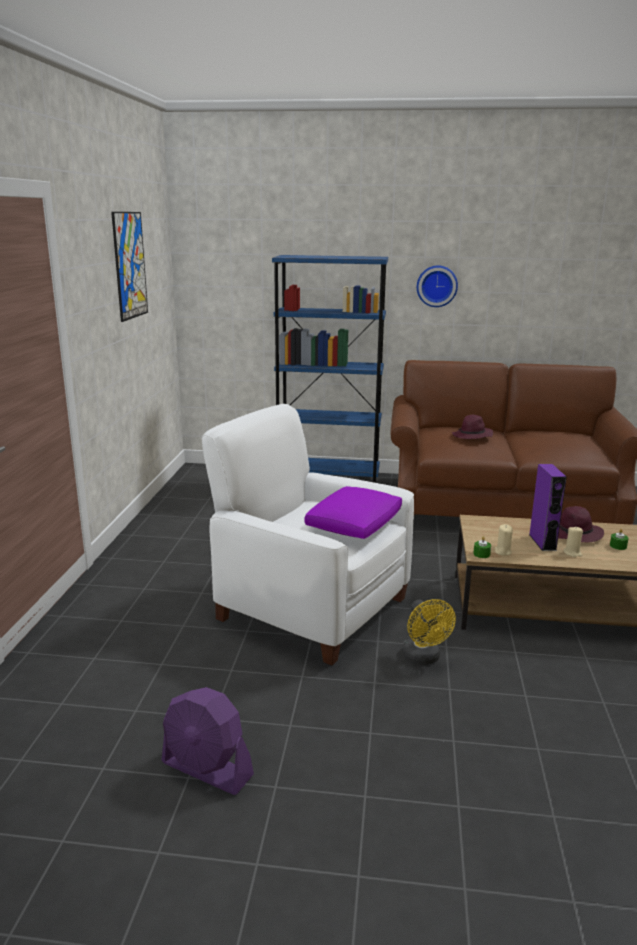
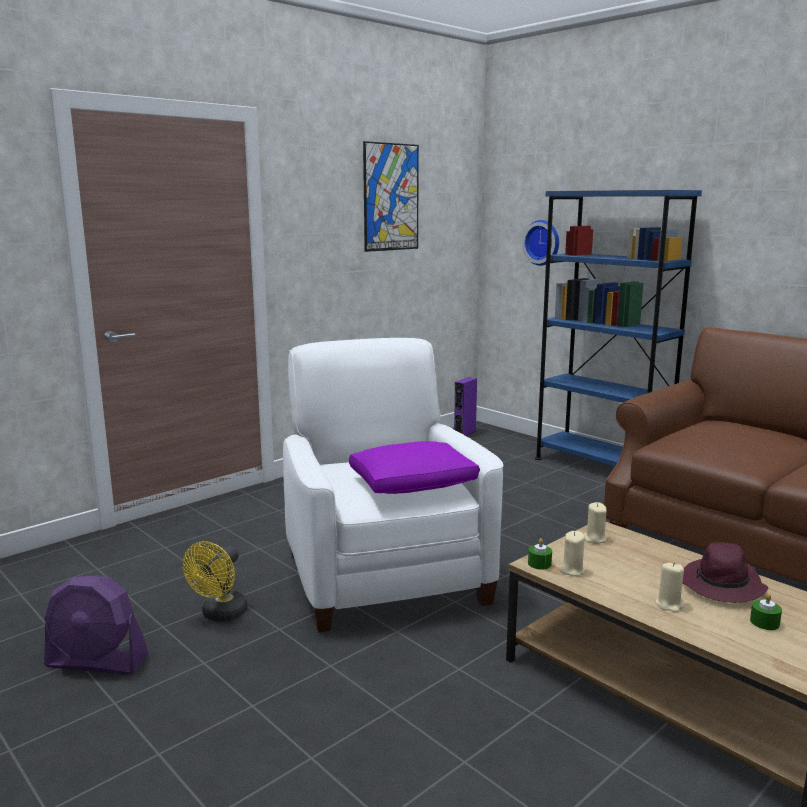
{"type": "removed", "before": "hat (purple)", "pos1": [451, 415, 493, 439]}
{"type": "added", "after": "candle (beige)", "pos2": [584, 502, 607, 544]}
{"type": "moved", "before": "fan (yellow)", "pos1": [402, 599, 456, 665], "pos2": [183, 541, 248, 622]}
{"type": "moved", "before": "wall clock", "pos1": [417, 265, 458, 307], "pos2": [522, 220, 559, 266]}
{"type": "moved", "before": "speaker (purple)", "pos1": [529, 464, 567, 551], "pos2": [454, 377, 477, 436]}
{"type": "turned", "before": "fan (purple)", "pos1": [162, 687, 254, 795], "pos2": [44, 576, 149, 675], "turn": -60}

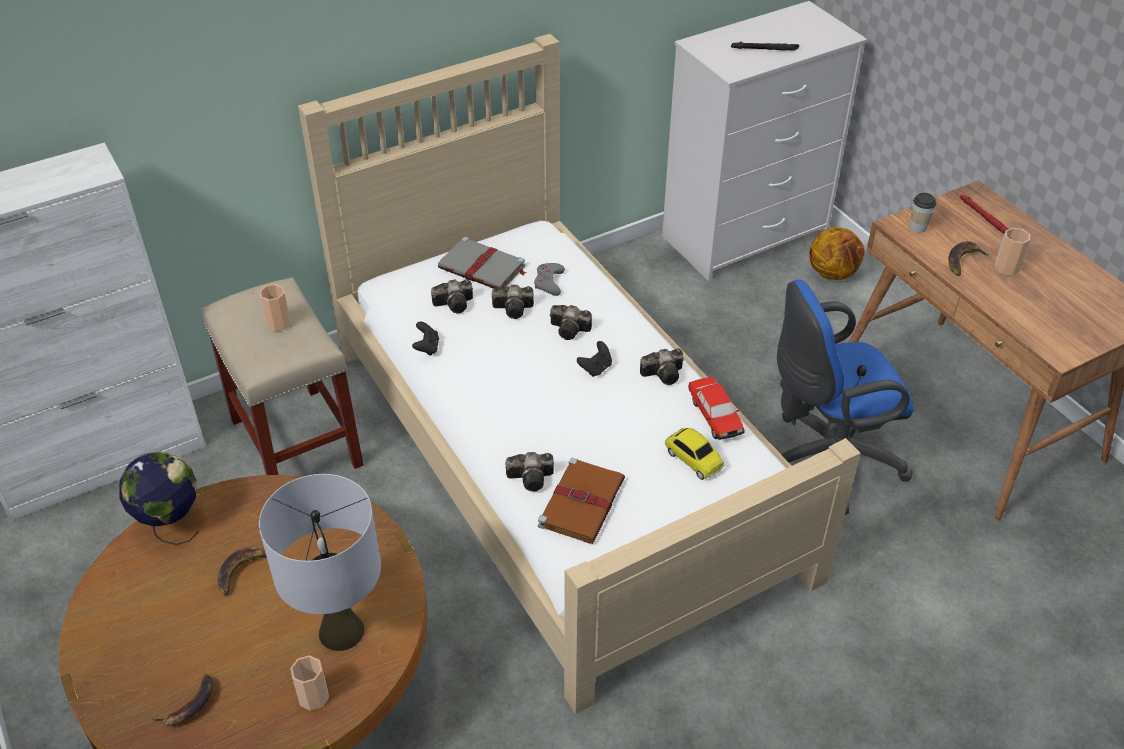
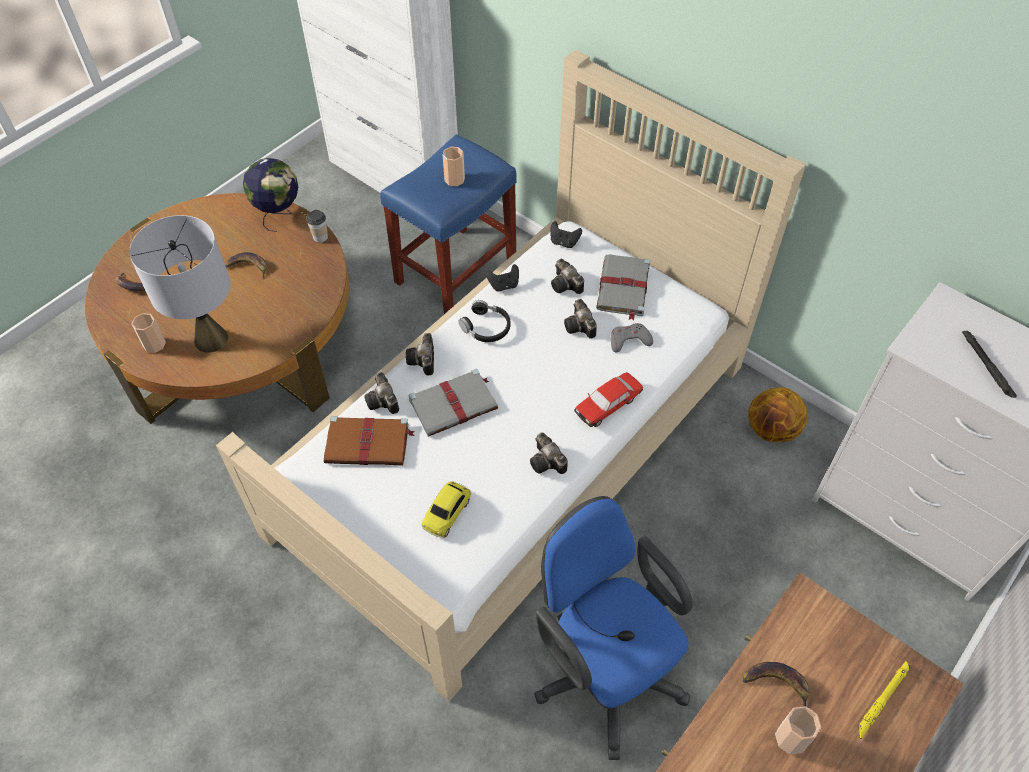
{"type": "added", "after": "book (grey)", "pos2": [409, 369, 498, 436]}
{"type": "added", "after": "headphones (black)", "pos2": [459, 300, 511, 342]}
{"type": "moved", "before": "photo camera", "pos1": [550, 305, 592, 340], "pos2": [406, 333, 434, 375]}
{"type": "moved", "before": "game controller (black)", "pos1": [577, 341, 612, 377], "pos2": [550, 221, 582, 248]}
{"type": "moved", "before": "toy car", "pos1": [688, 377, 745, 440], "pos2": [574, 372, 643, 427]}
{"type": "moved", "before": "basketball", "pos1": [810, 227, 865, 280], "pos2": [748, 387, 807, 442]}
{"type": "moved", "before": "cup", "pos1": [910, 193, 936, 233], "pos2": [306, 210, 328, 243]}
{"type": "recoloured", "before": "stool (beige)", "after": "stool (blue)", "pos1": [202, 277, 363, 475], "pos2": [380, 135, 517, 314]}
{"type": "recoloured", "before": "flashlight (red)", "after": "flashlight (yellow)", "pos1": [959, 195, 1009, 234], "pos2": [859, 661, 910, 739]}

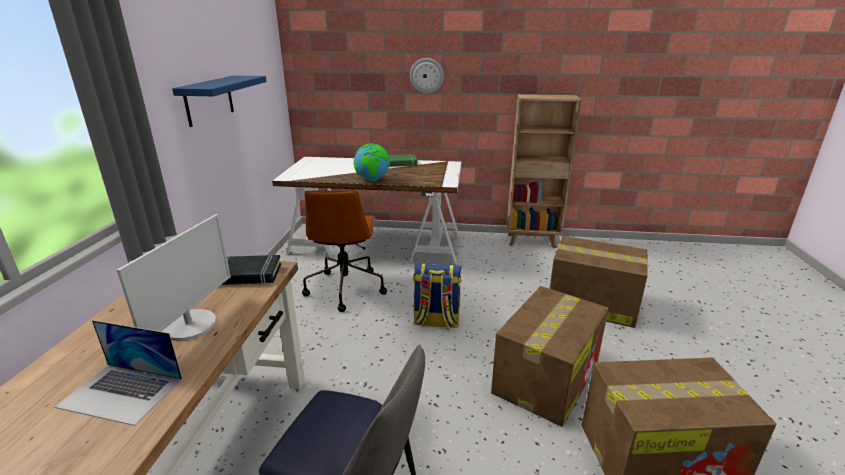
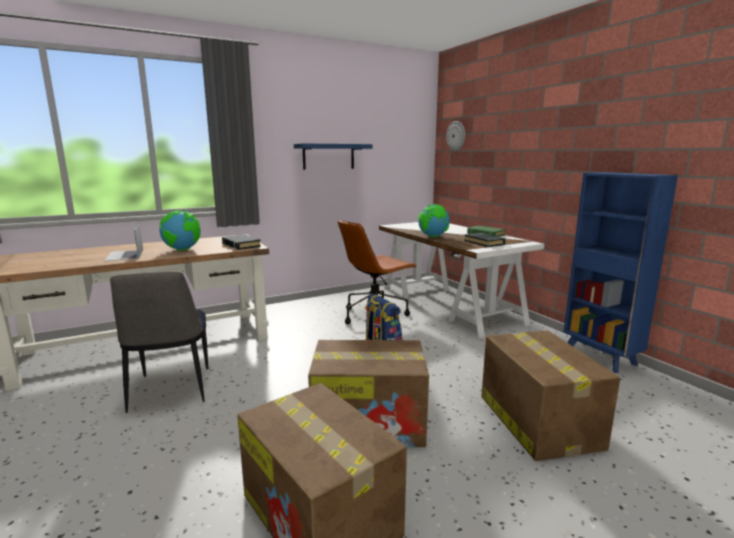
{"type": "added", "after": "book (black)", "pos2": [464, 233, 505, 247]}
{"type": "moved", "before": "wall clock", "pos1": [410, 58, 444, 94], "pos2": [446, 121, 465, 151]}
{"type": "replaced", "before": "monitor", "after": "globe", "pos1": [117, 214, 231, 341], "pos2": [160, 211, 201, 250]}
{"type": "recoloured", "before": "bookcase (brown)", "after": "bookcase (blue)", "pos1": [507, 94, 581, 248], "pos2": [563, 172, 678, 373]}

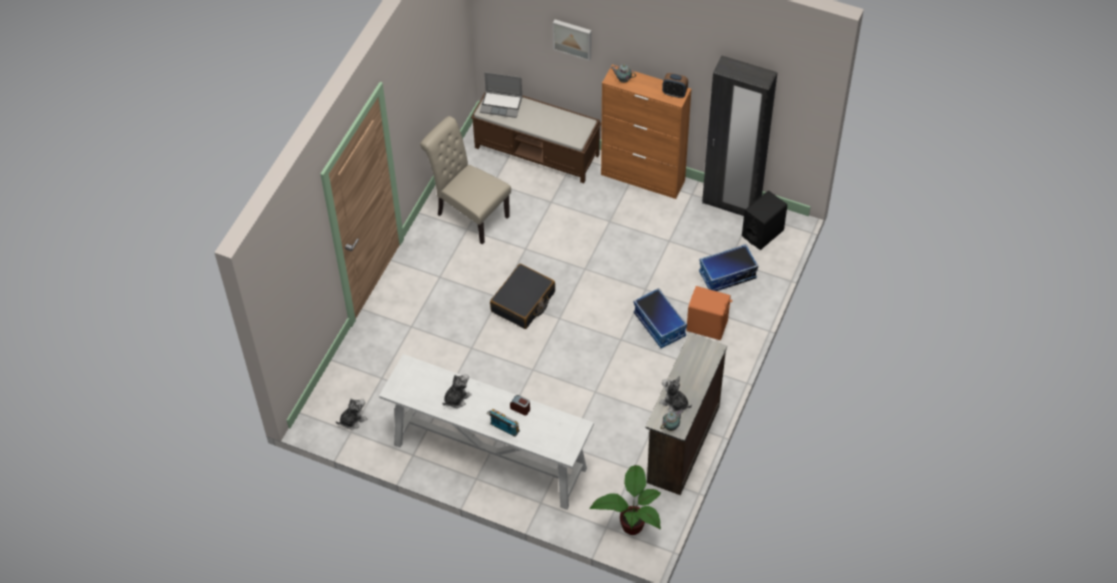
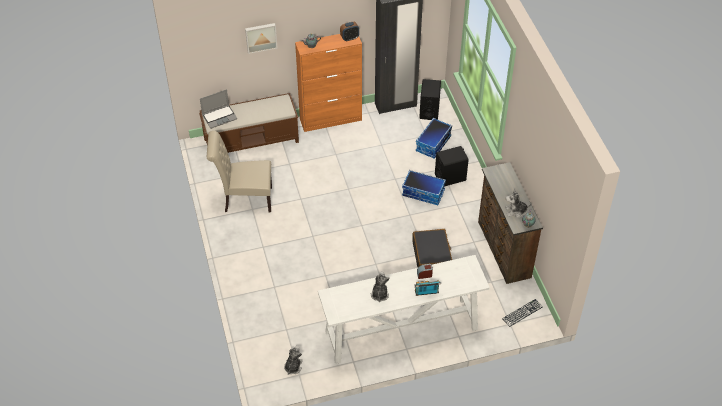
{"type": "moved", "before": "suitcase (black)", "pos1": [490, 264, 555, 329], "pos2": [412, 229, 452, 268]}
{"type": "replaced", "before": "potted plant", "after": "keyboard", "pos1": [589, 465, 661, 535], "pos2": [502, 299, 543, 327]}
{"type": "recoloured", "before": "speaker (orange)", "after": "speaker (black)", "pos1": [686, 286, 732, 340], "pos2": [435, 146, 469, 187]}

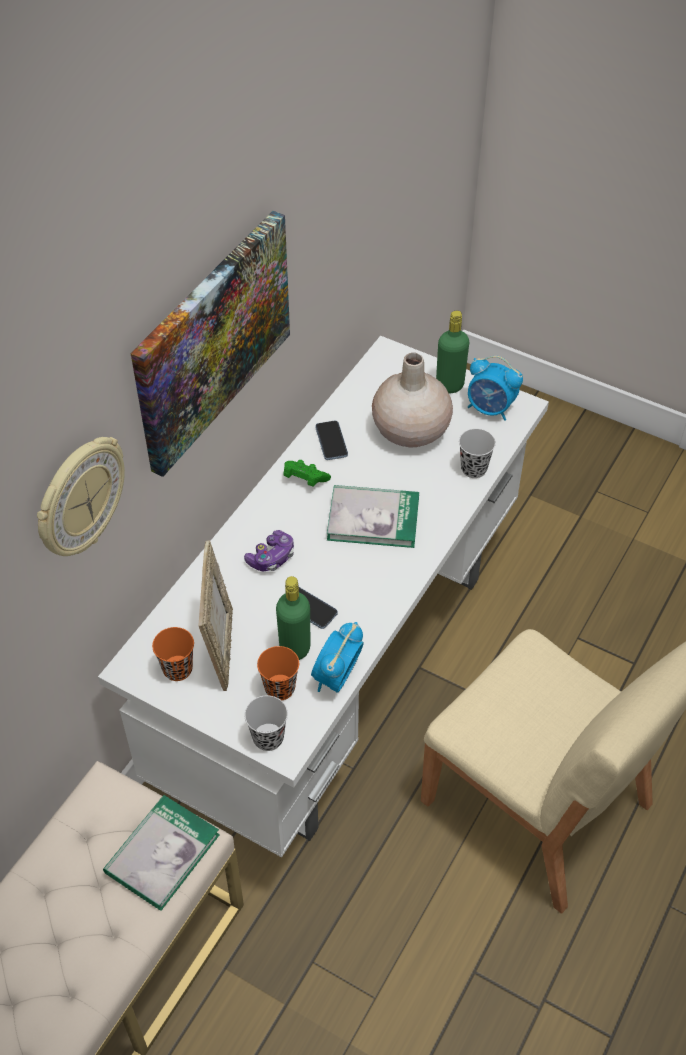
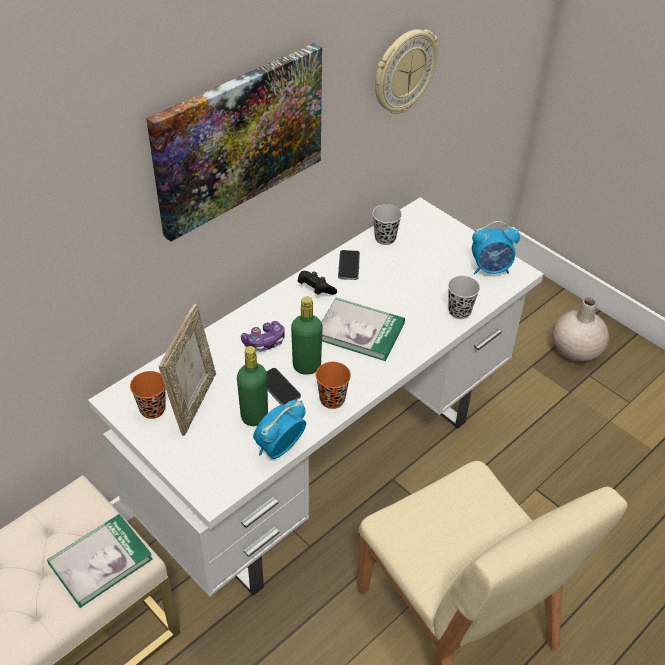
{"type": "moved", "before": "wall clock", "pos1": [37, 437, 125, 556], "pos2": [375, 29, 438, 114]}
{"type": "moved", "before": "cup (black)", "pos1": [244, 695, 288, 751], "pos2": [373, 204, 402, 245]}
{"type": "moved", "before": "cup (orange)", "pos1": [257, 646, 299, 701], "pos2": [316, 362, 351, 409]}
{"type": "moved", "before": "vase (beige)", "pos1": [372, 353, 453, 447], "pos2": [552, 297, 609, 362]}
{"type": "moved", "before": "bottle (green)", "pos1": [436, 311, 469, 393], "pos2": [291, 297, 323, 375]}
{"type": "recoloured", "before": "game controller (green)", "after": "game controller (black)", "pos1": [283, 460, 331, 487], "pos2": [298, 271, 337, 295]}
{"type": "turned", "before": "alarm clock", "pos1": [468, 356, 523, 421], "pos2": [472, 221, 520, 274], "turn": -45}

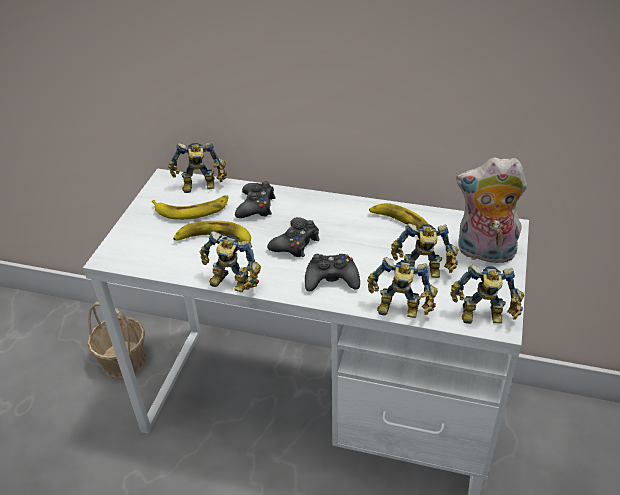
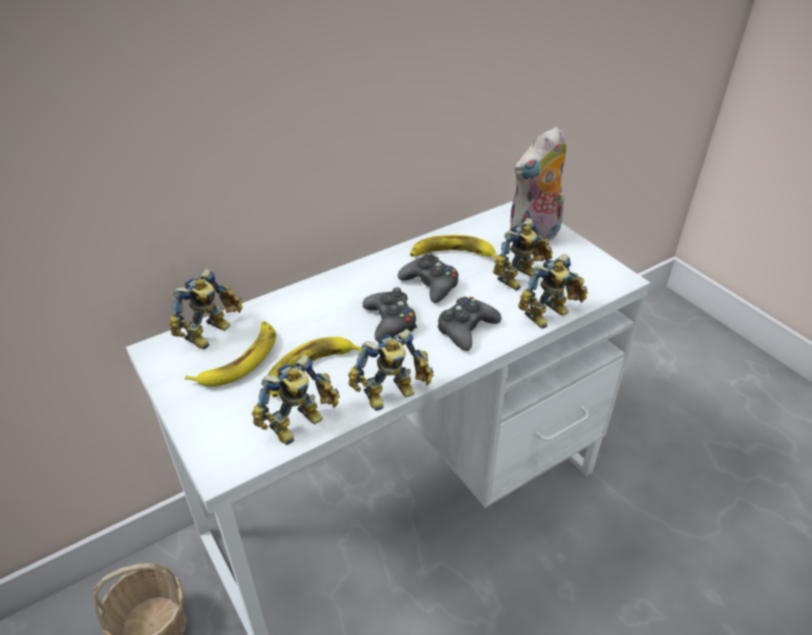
{"type": "moved", "before": "game controller (black)", "pos1": [235, 181, 276, 218], "pos2": [398, 252, 458, 303]}
{"type": "moved", "before": "toy robot", "pos1": [450, 265, 524, 324], "pos2": [252, 355, 340, 445]}

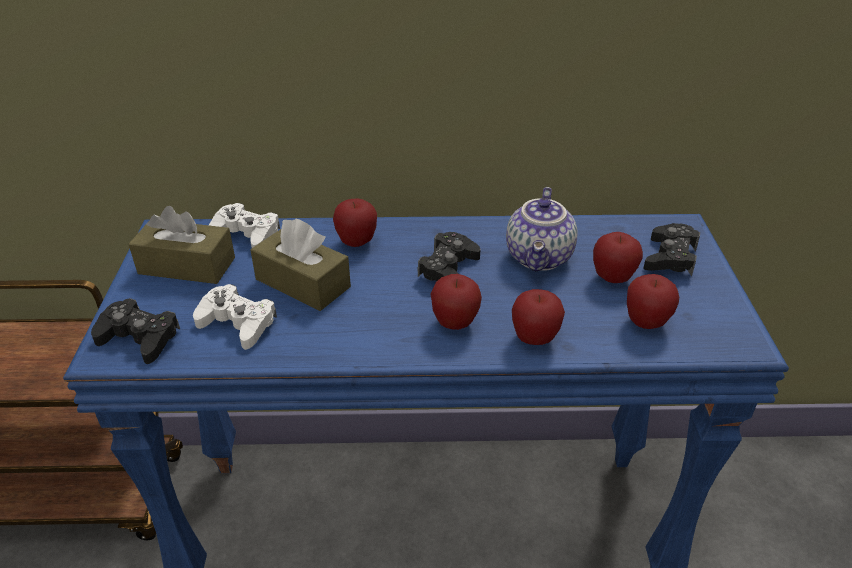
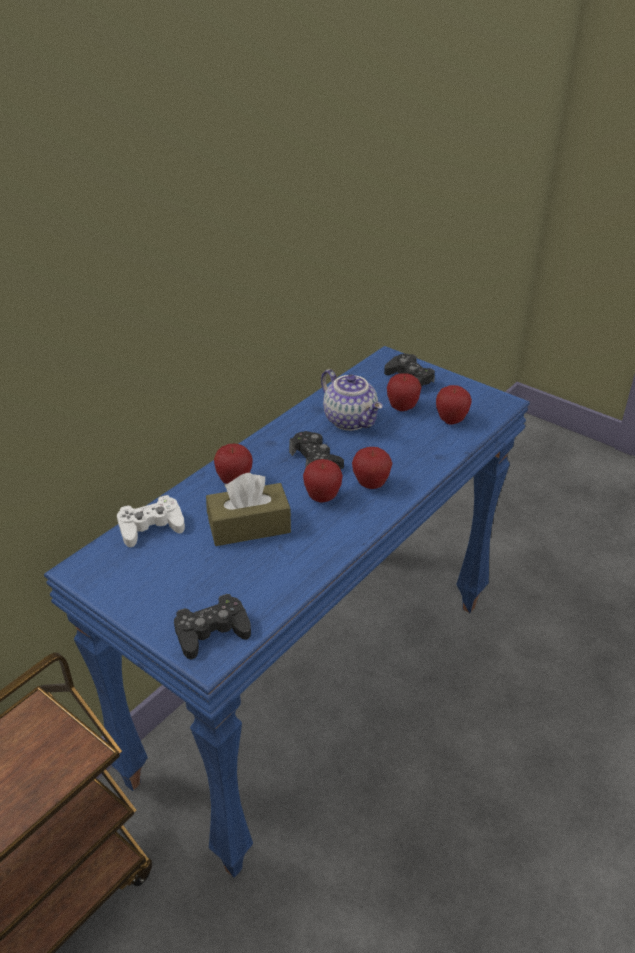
{"type": "removed", "before": "tissue box (brown)", "pos1": [129, 206, 235, 284]}
{"type": "removed", "before": "game controller (white)", "pos1": [193, 284, 277, 350]}
{"type": "moved", "before": "apple", "pos1": [512, 289, 565, 345], "pos2": [303, 459, 343, 502]}

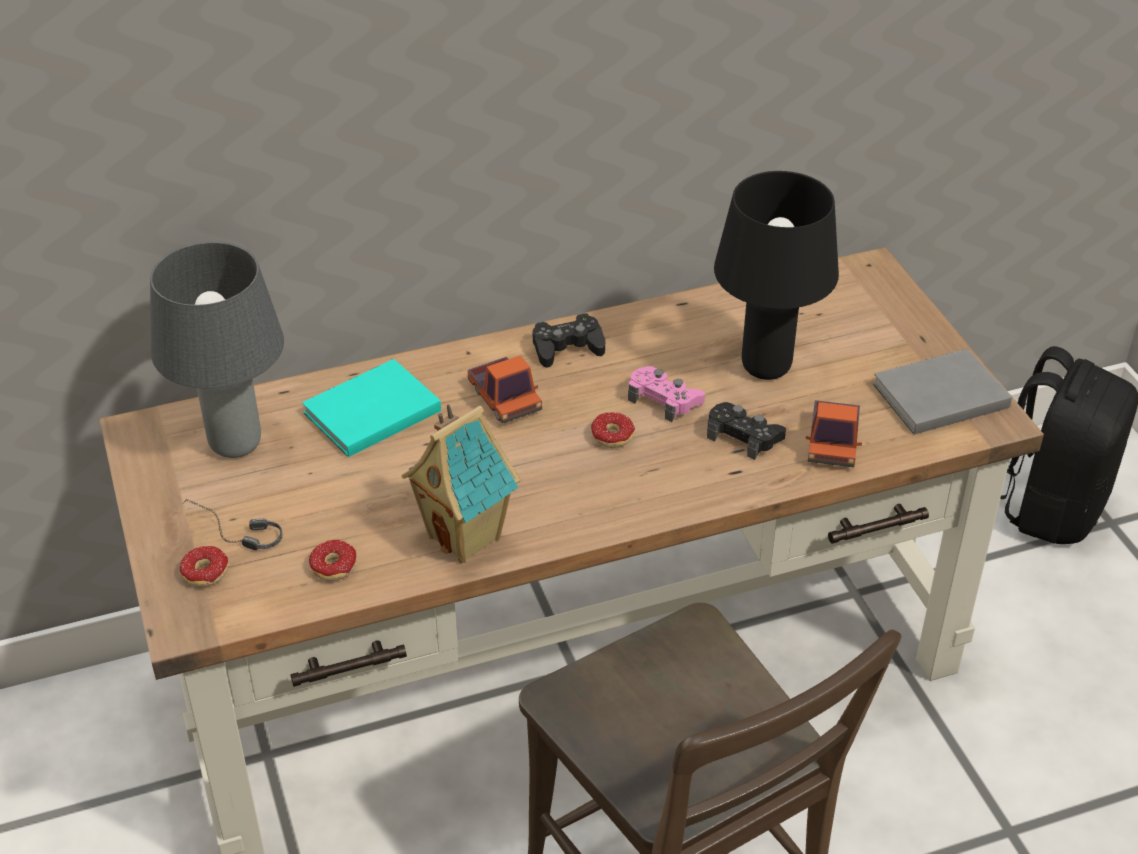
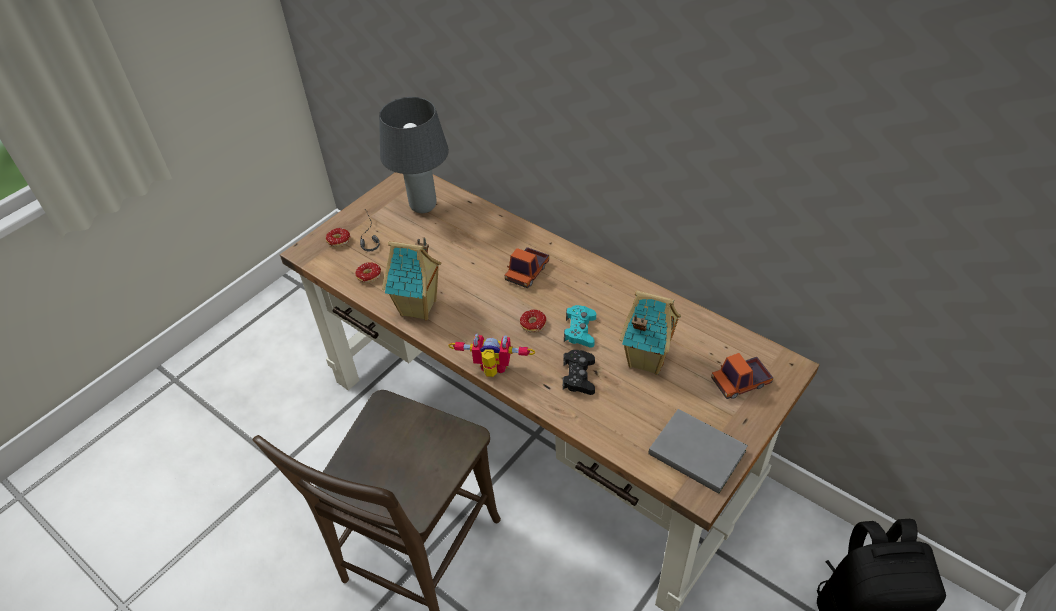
{"type": "removed", "before": "book (turquoise)", "pos1": [302, 359, 441, 457]}
{"type": "removed", "before": "game controller (black)", "pos1": [533, 313, 605, 368]}
{"type": "added", "after": "toy robot", "pos2": [448, 333, 535, 377]}
{"type": "moved", "before": "toy truck", "pos1": [806, 400, 862, 467], "pos2": [711, 353, 773, 399]}
{"type": "replaced", "before": "table lamp (black)", "after": "toy house", "pos1": [714, 171, 839, 380], "pos2": [619, 290, 681, 375]}
{"type": "recoloured", "before": "game controller (pink)", "after": "game controller (turquoise)", "pos1": [628, 366, 705, 422], "pos2": [564, 305, 596, 347]}

